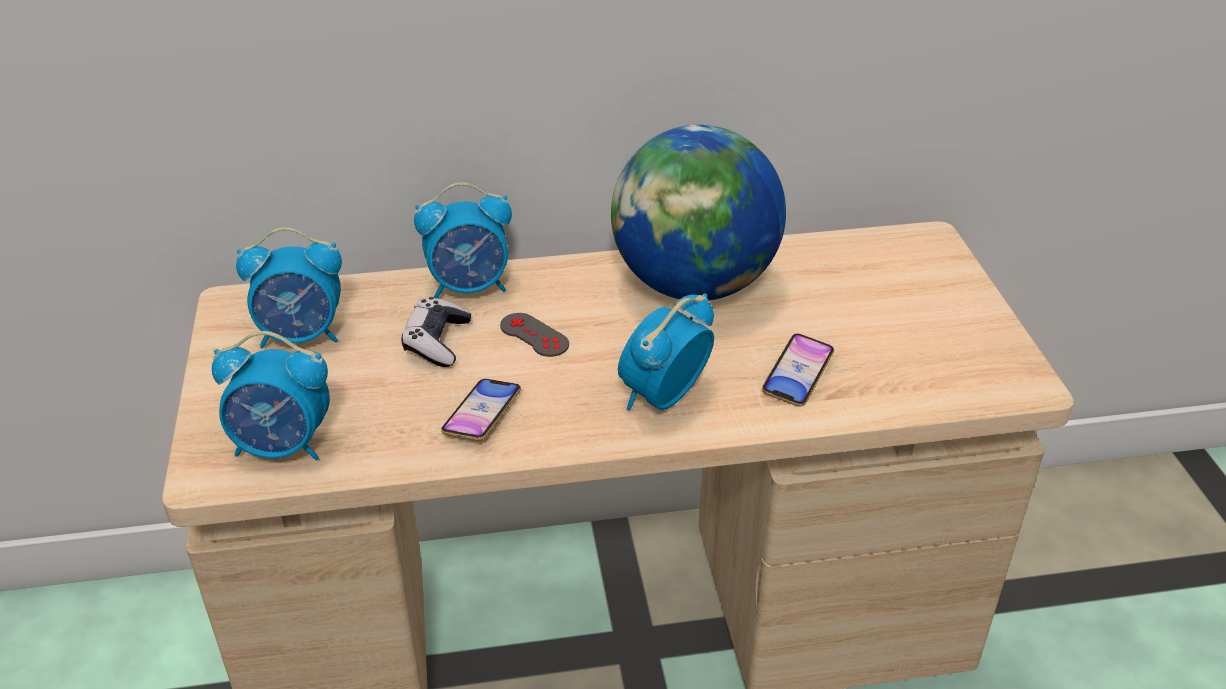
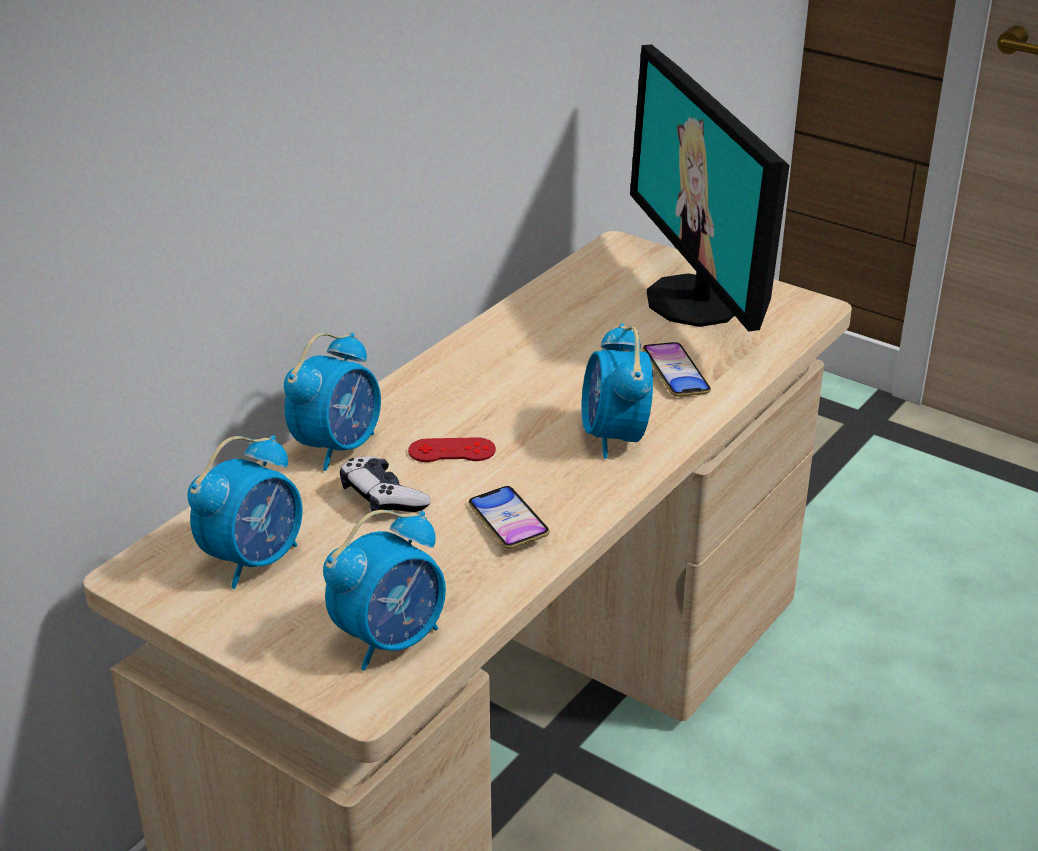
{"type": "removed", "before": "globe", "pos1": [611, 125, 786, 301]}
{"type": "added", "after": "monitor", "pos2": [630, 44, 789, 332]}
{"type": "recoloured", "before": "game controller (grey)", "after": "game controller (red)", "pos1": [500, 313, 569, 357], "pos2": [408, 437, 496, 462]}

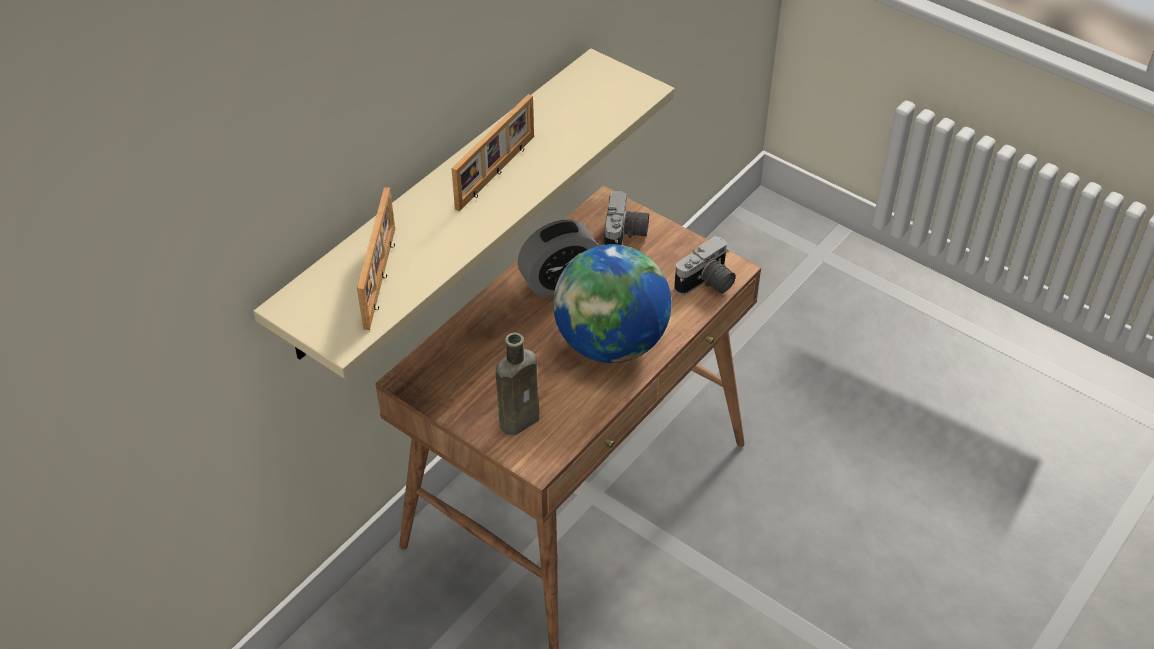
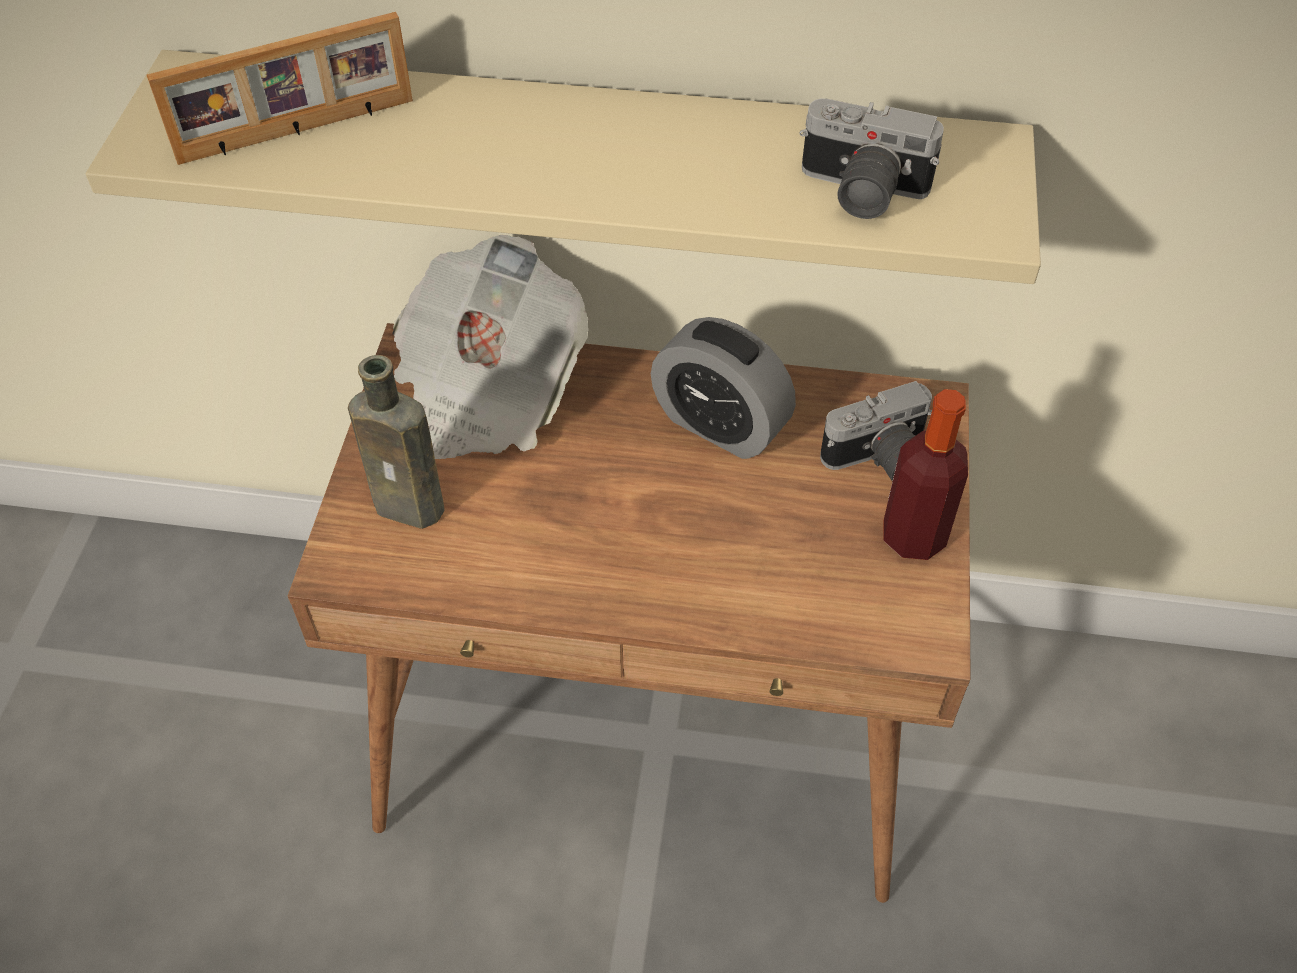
{"type": "removed", "before": "picture frame", "pos1": [451, 94, 534, 211]}
{"type": "removed", "before": "globe", "pos1": [553, 244, 671, 363]}
{"type": "added", "after": "newspaper", "pos2": [392, 235, 589, 459]}
{"type": "added", "after": "bottle", "pos2": [883, 389, 968, 560]}
{"type": "moved", "before": "photo camera", "pos1": [674, 236, 736, 295], "pos2": [800, 99, 944, 219]}

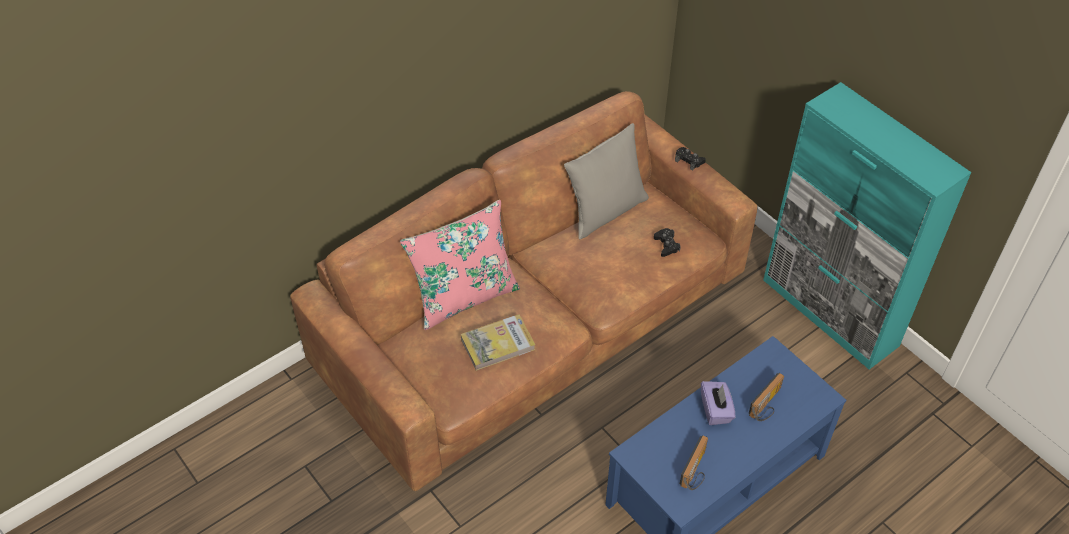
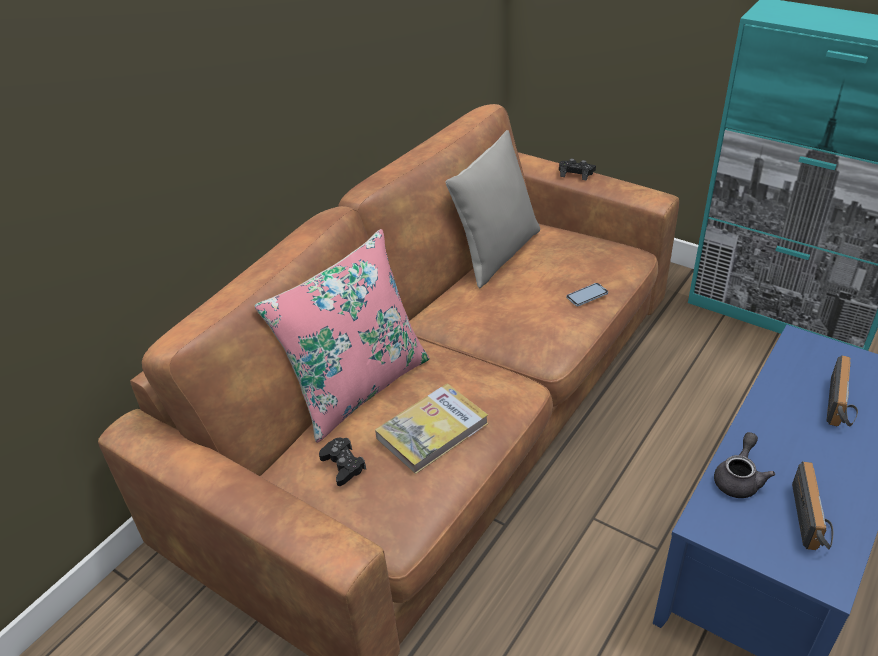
{"type": "removed", "before": "tissue box (purple)", "pos1": [701, 381, 736, 425]}
{"type": "added", "after": "phone", "pos2": [566, 283, 608, 306]}
{"type": "added", "after": "teapot (grey)", "pos2": [714, 432, 775, 498]}
{"type": "moved", "before": "game controller (black)", "pos1": [654, 228, 681, 257], "pos2": [319, 438, 366, 486]}

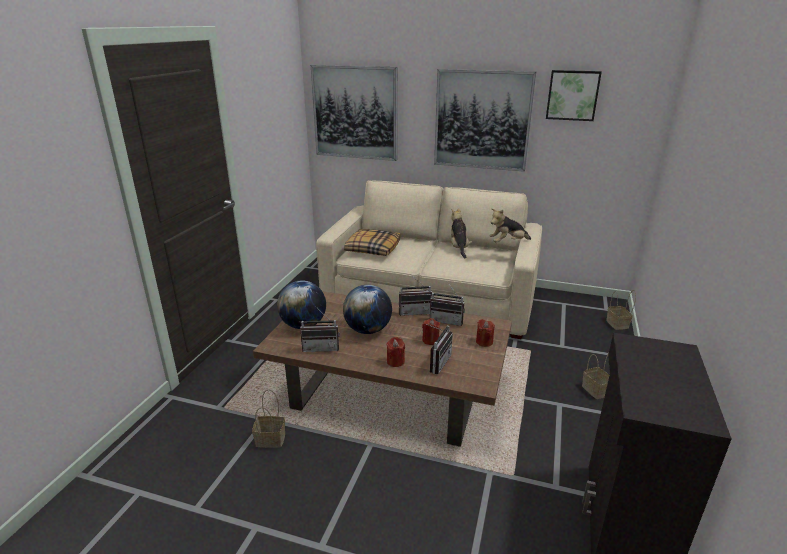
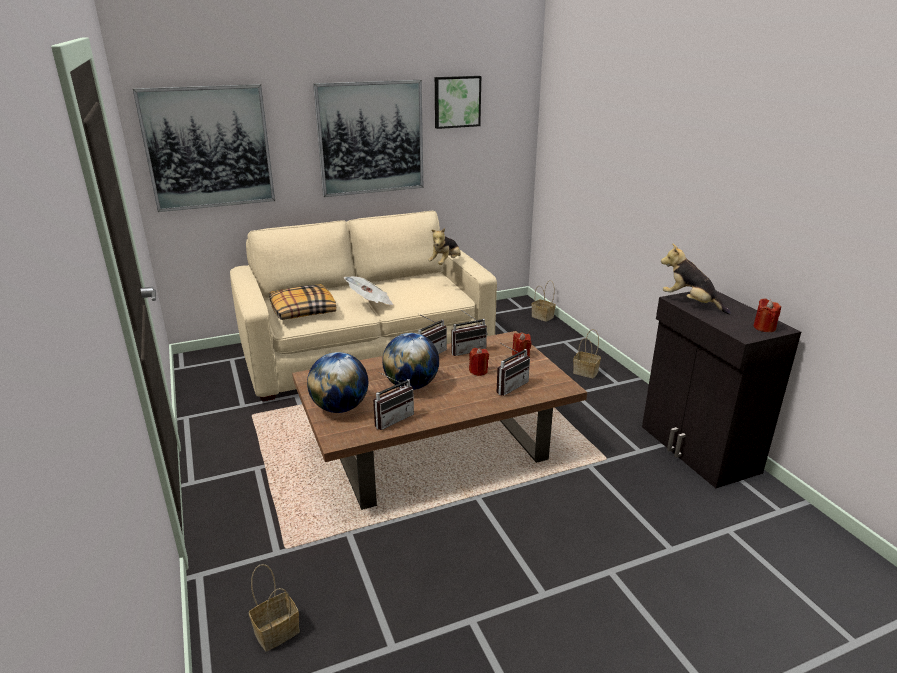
{"type": "added", "after": "newspaper", "pos2": [344, 276, 393, 305]}
{"type": "moved", "before": "basket", "pos1": [252, 389, 285, 448], "pos2": [249, 564, 300, 652]}
{"type": "moved", "before": "candle (red)", "pos1": [386, 337, 405, 367], "pos2": [753, 298, 781, 332]}
{"type": "moved", "before": "plush toy", "pos1": [451, 208, 472, 258], "pos2": [661, 243, 731, 314]}
{"type": "turned", "before": "radio", "pos1": [426, 324, 453, 374], "pos2": [497, 344, 530, 396], "turn": 60}

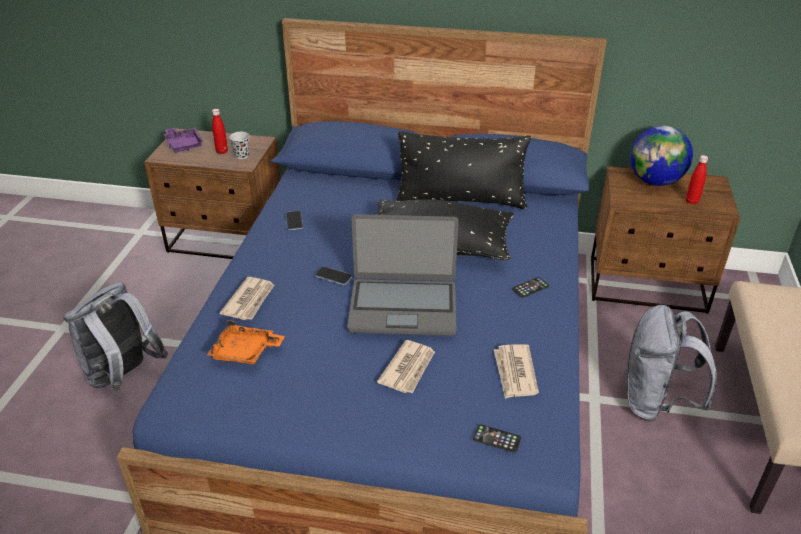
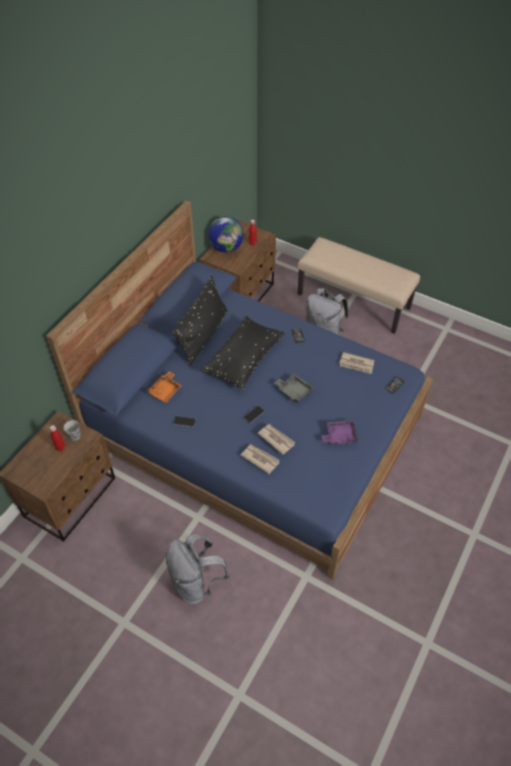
{"type": "moved", "before": "tray (purple)", "pos1": [164, 127, 203, 153], "pos2": [321, 420, 358, 445]}
{"type": "moved", "before": "tray (orange)", "pos1": [207, 320, 285, 365], "pos2": [146, 372, 182, 403]}
{"type": "moved", "before": "newspaper", "pos1": [377, 340, 435, 393], "pos2": [258, 424, 295, 455]}
{"type": "replaced", "before": "laptop", "after": "tray (grey)", "pos1": [347, 214, 459, 336], "pos2": [275, 374, 314, 403]}

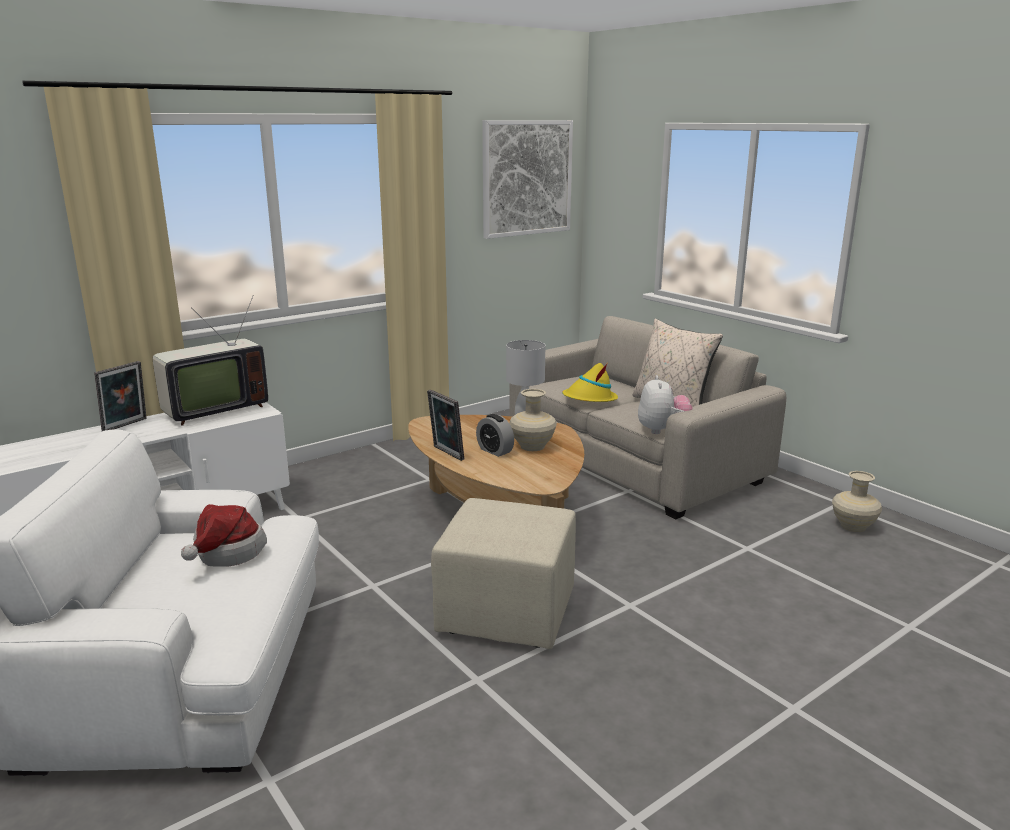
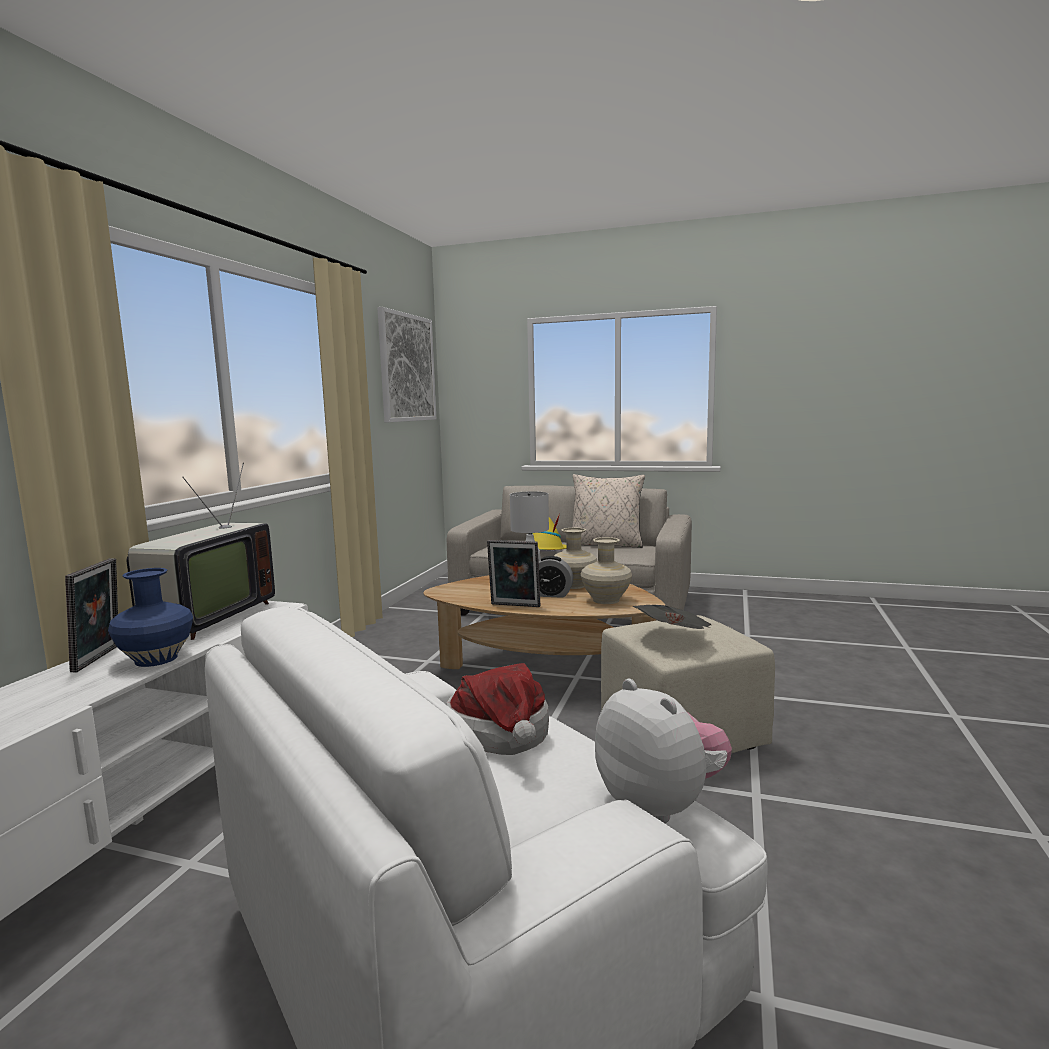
{"type": "added", "after": "vase (blue)", "pos2": [108, 568, 193, 667]}
{"type": "added", "after": "newspaper", "pos2": [633, 605, 711, 629]}
{"type": "moved", "before": "plush toy", "pos1": [638, 375, 693, 434], "pos2": [595, 679, 732, 823]}
{"type": "moved", "before": "vase (beige)", "pos1": [832, 471, 882, 532], "pos2": [581, 537, 632, 604]}

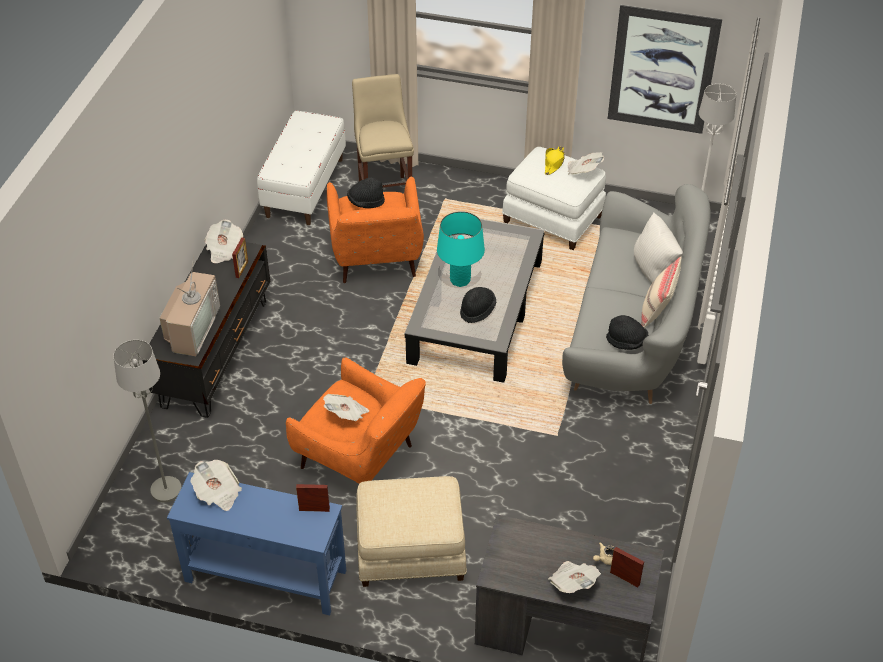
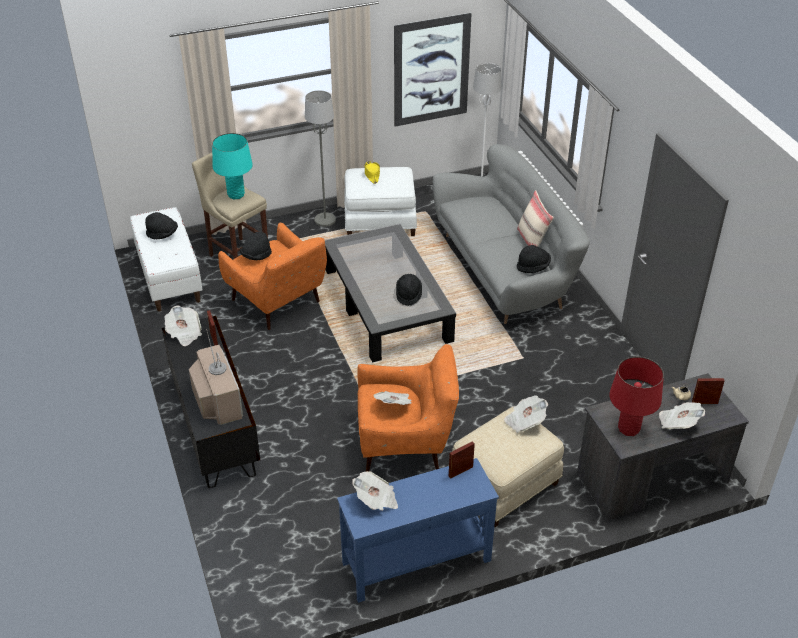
{"type": "removed", "before": "pillow (white)", "pos1": [634, 213, 683, 284]}
{"type": "added", "after": "hat (black)", "pos2": [145, 212, 178, 239]}
{"type": "added", "after": "table lamp (red)", "pos2": [609, 357, 664, 436]}
{"type": "moved", "before": "floor lamp (grey)", "pos1": [113, 340, 182, 503], "pos2": [305, 90, 336, 227]}
{"type": "moved", "before": "table lamp (turquoise)", "pos1": [437, 211, 485, 287], "pos2": [212, 133, 253, 199]}
{"type": "moved", "before": "newspaper", "pos1": [568, 152, 604, 175], "pos2": [504, 395, 548, 433]}

